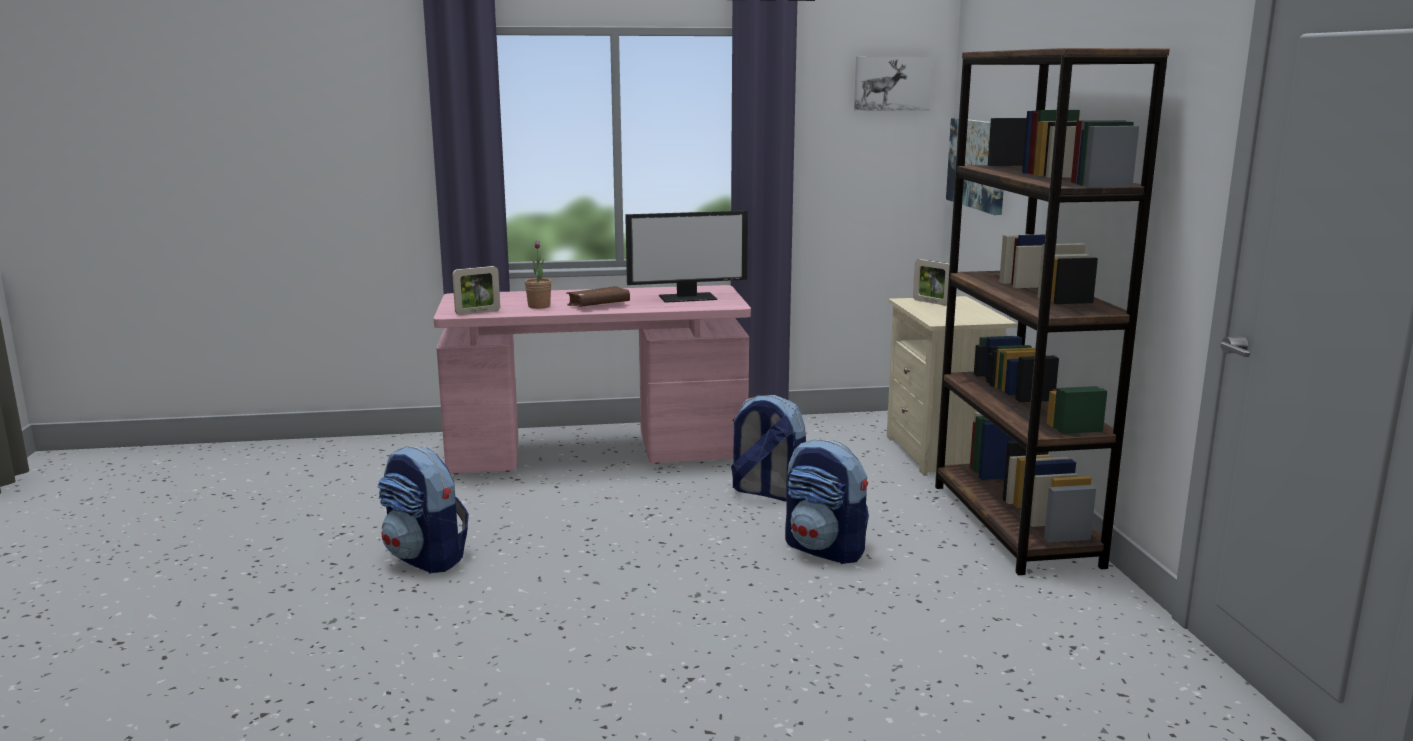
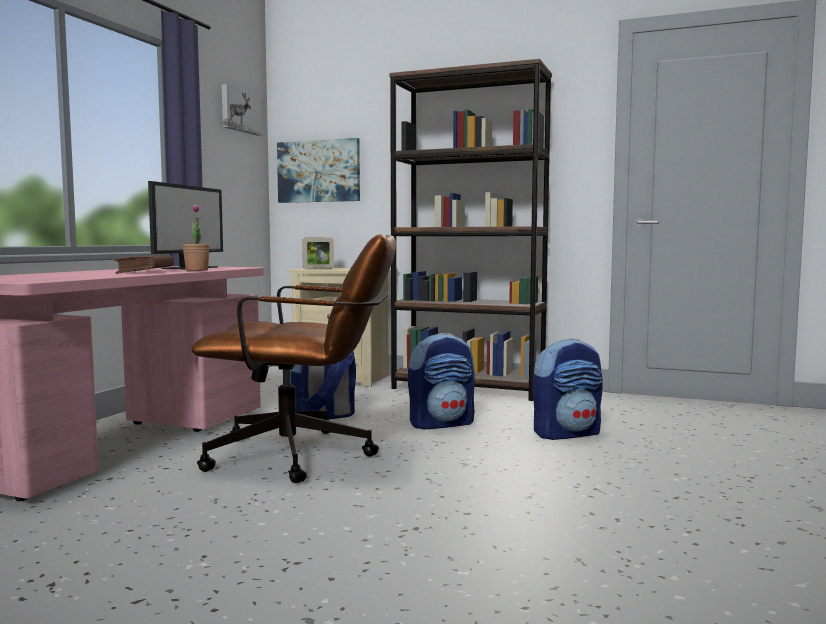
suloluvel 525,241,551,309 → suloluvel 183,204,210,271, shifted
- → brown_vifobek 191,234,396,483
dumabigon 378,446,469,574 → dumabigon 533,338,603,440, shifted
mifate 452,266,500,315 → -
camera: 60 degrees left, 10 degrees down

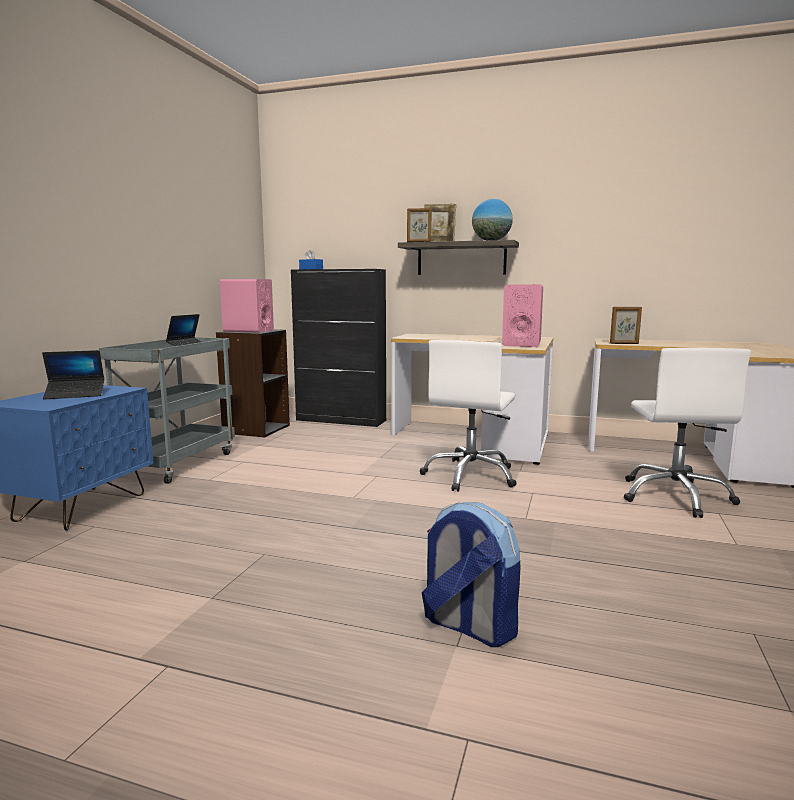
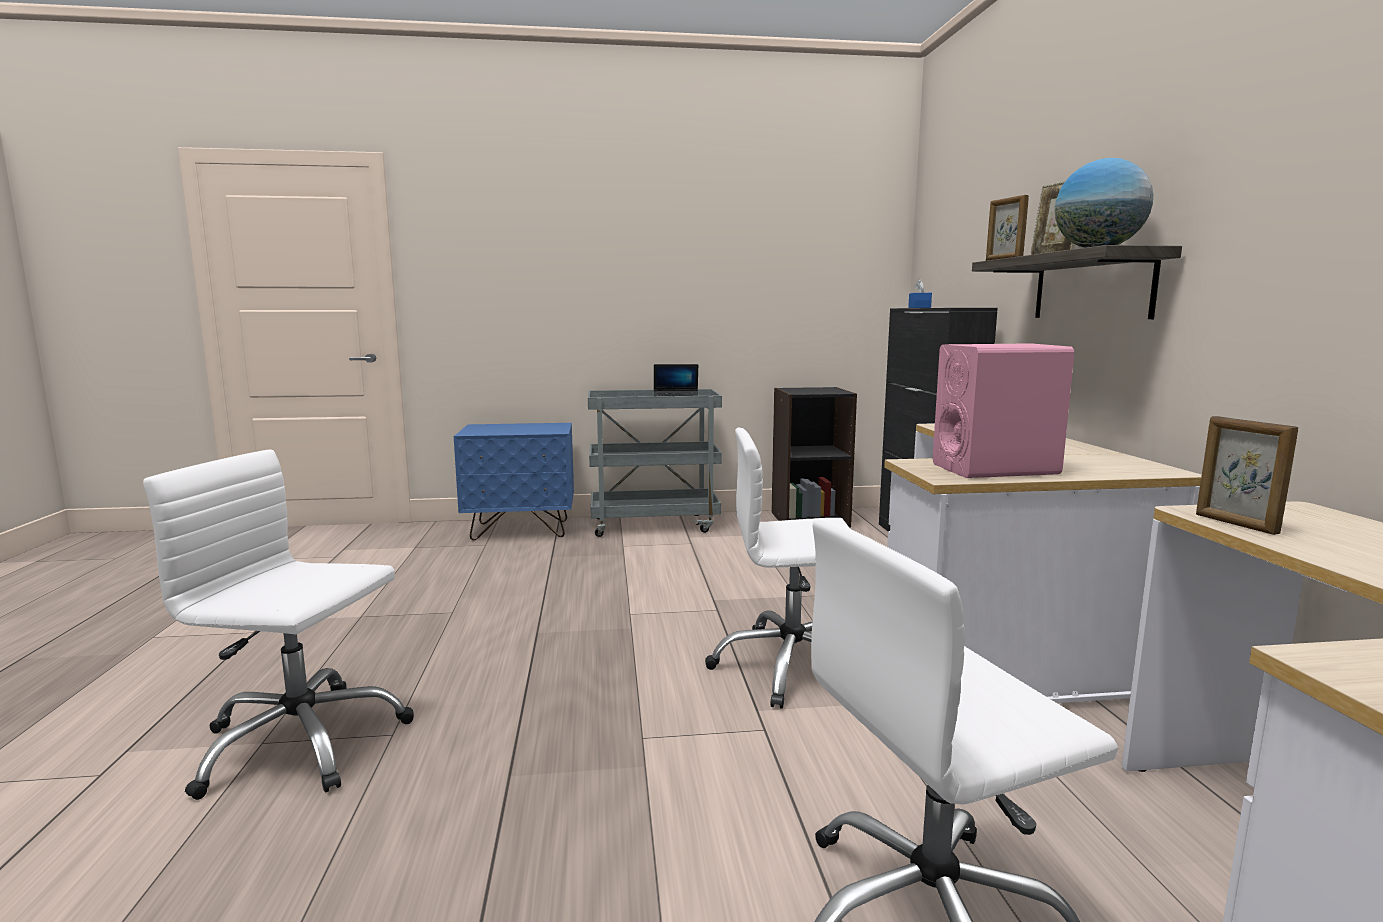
dumabigon 422,502,520,647 → white_vifobek 143,450,414,800
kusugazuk 42,350,104,399 → -
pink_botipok 219,279,274,332 → -
camera: 65 degrees right, 0 degrees up

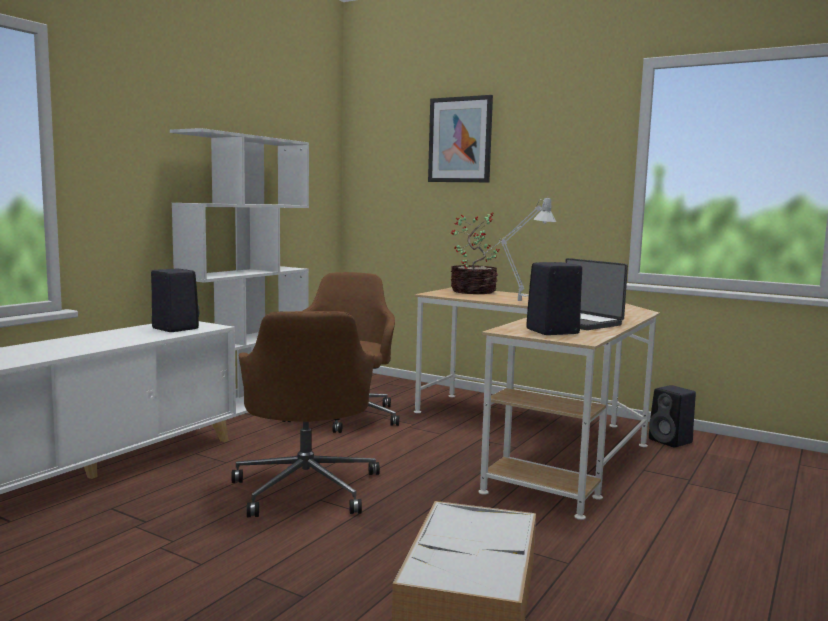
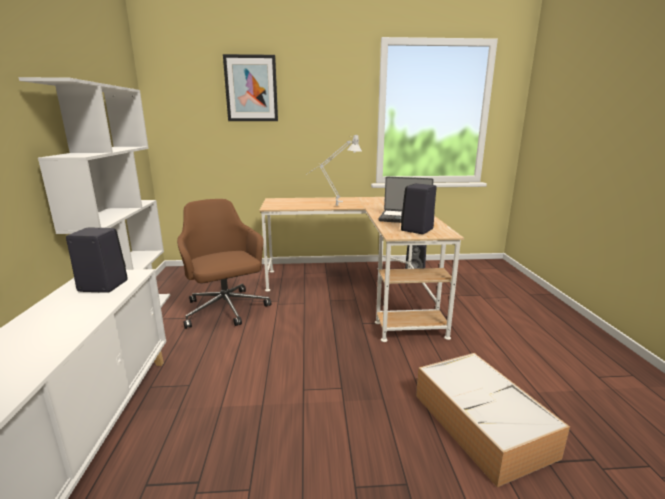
brown_vifobek 231,311,380,517 → -
suloluvel 450,212,500,294 → -
camera: 35 degrees left, 10 degrees up

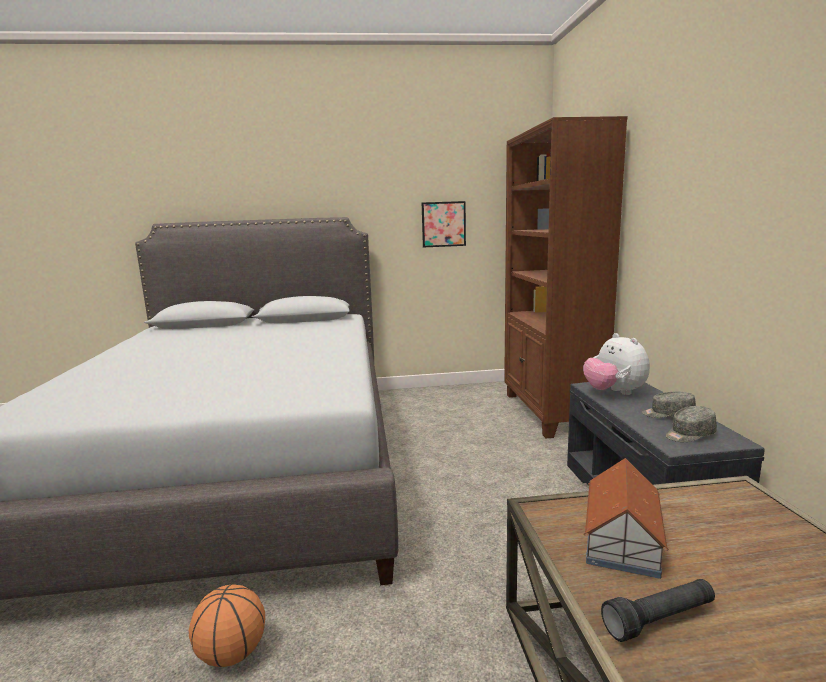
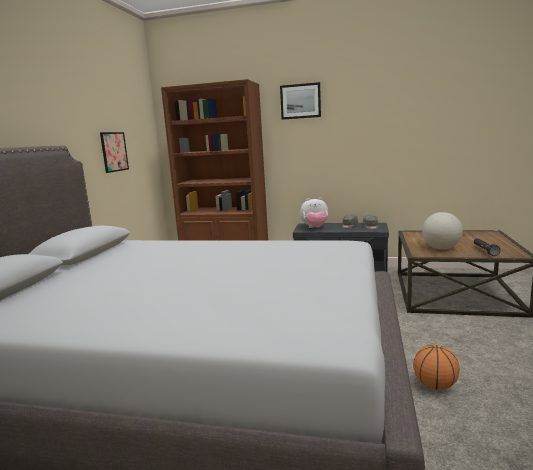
- → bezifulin 280,82,321,120
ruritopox 583,458,669,579 → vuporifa 422,212,463,250
camera: 70 degrees left, 0 degrees up

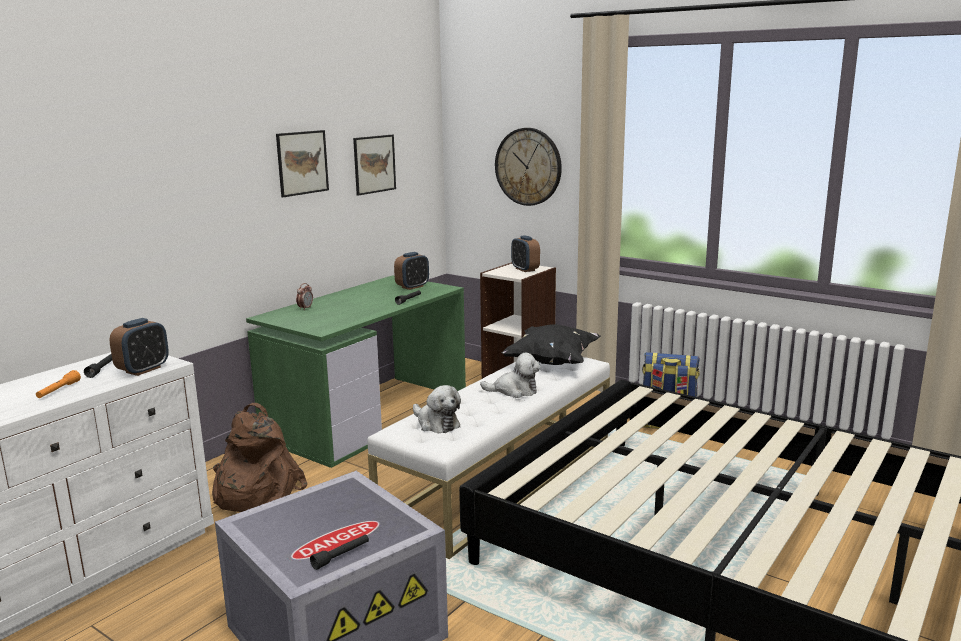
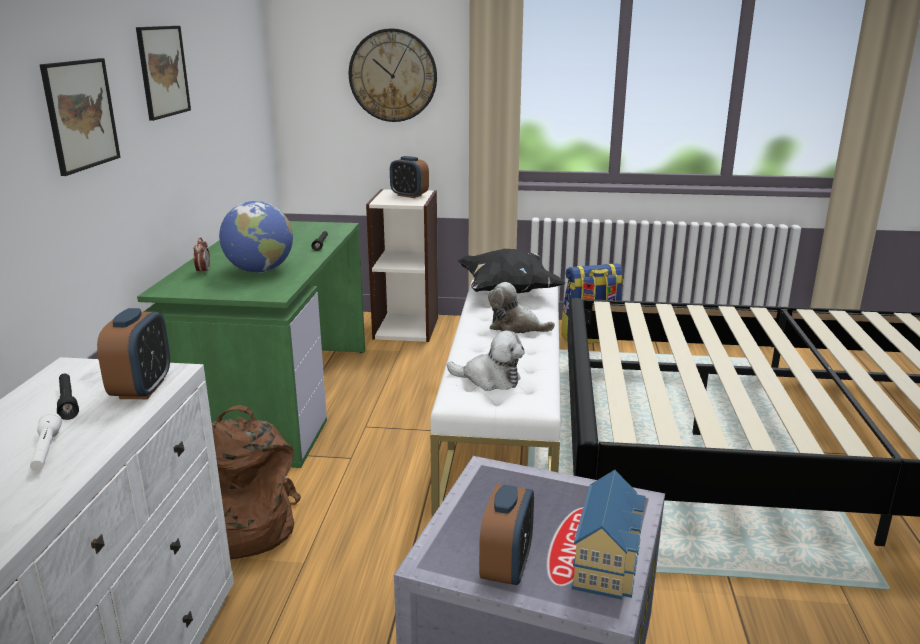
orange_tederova 36,370,81,398 → white_tederova 30,412,62,471
bezifulin 353,135,396,196 → bezifulin 40,58,120,176, shifted
- → vuporifa 219,201,293,273
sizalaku 394,252,429,290 → sizalaku 479,484,534,585, shifted
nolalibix 480,352,541,398 → nolalibix 488,282,555,333, 135 degrees counterclockwise
black_tederova 310,534,369,570 → ruritopox 572,470,645,600
camera: 30 degrees left, 5 degrees up

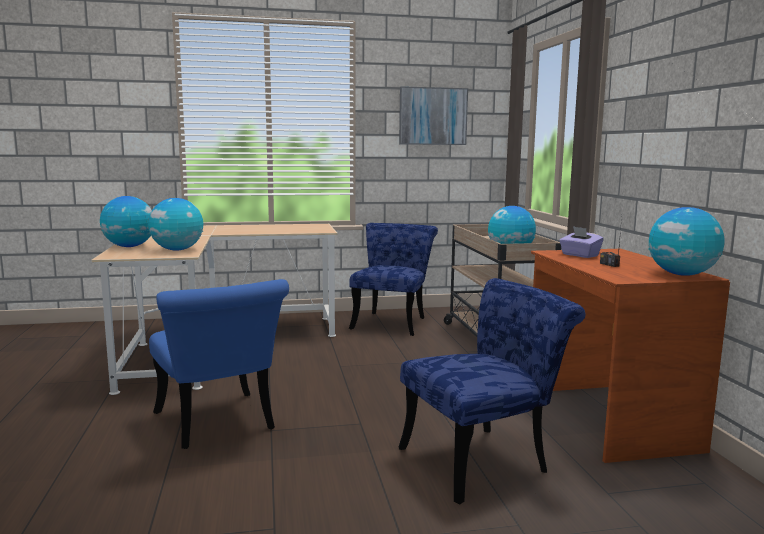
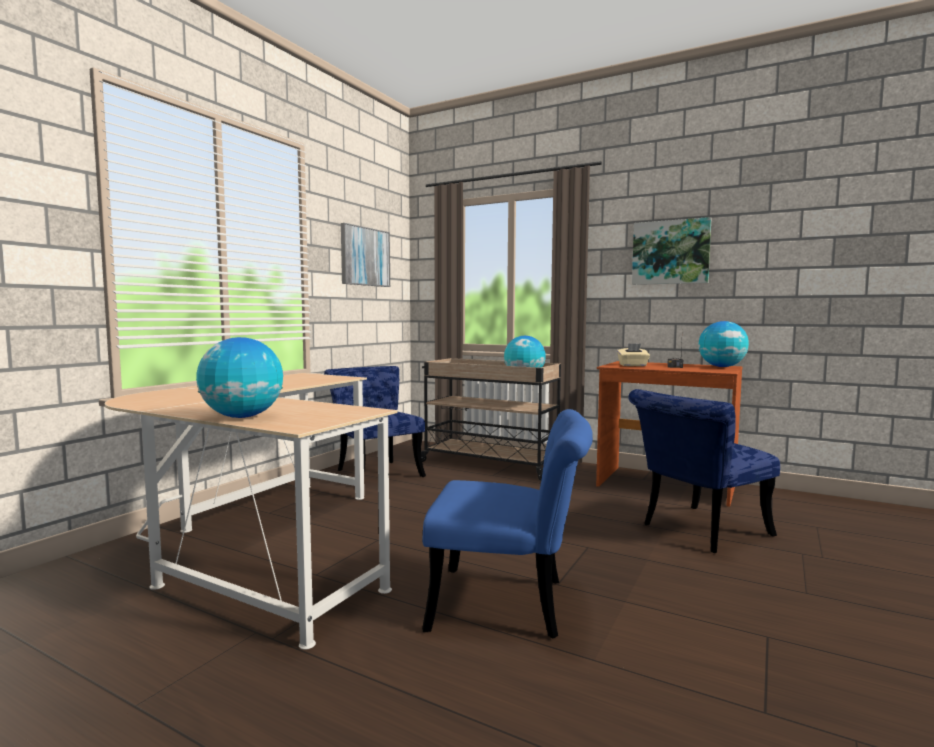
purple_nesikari 559,226,604,258 → beige_nesikari 617,343,650,366
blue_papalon 399,278,585,504 → blue_papalon 628,389,780,553, 135 degrees counterclockwise
- → bezifulin 632,217,711,285
vuporifa 148,198,203,251 → -
camera: 50 degrees left, 5 degrees down

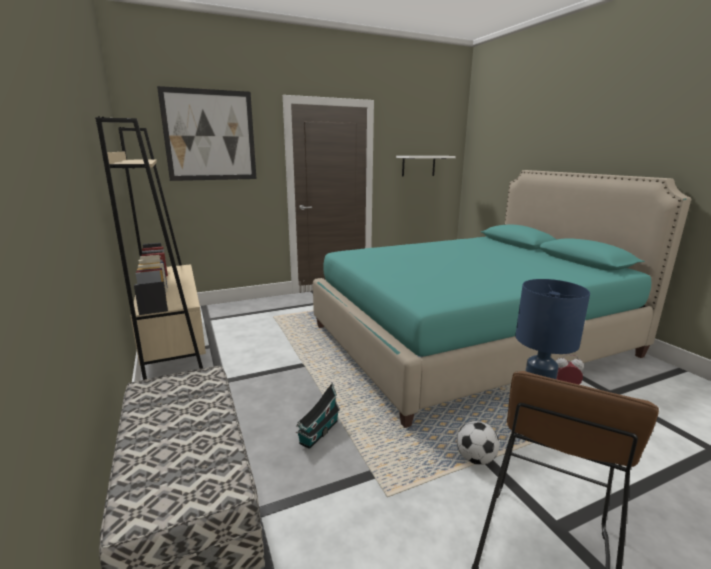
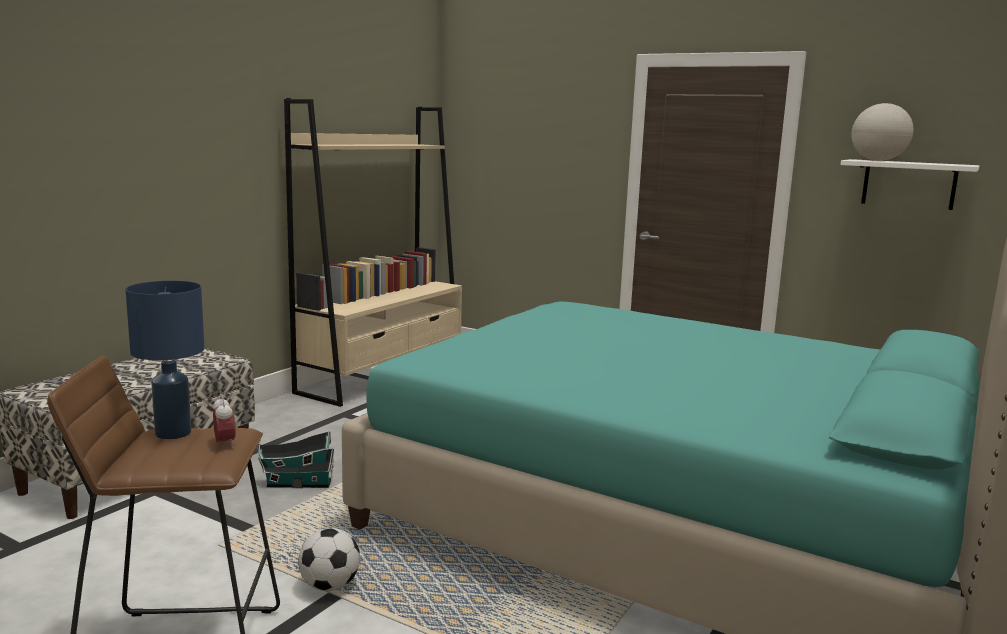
- → vuporifa 851,103,913,161
bezifulin 157,86,257,181 → -
camera: 55 degrees right, 5 degrees down

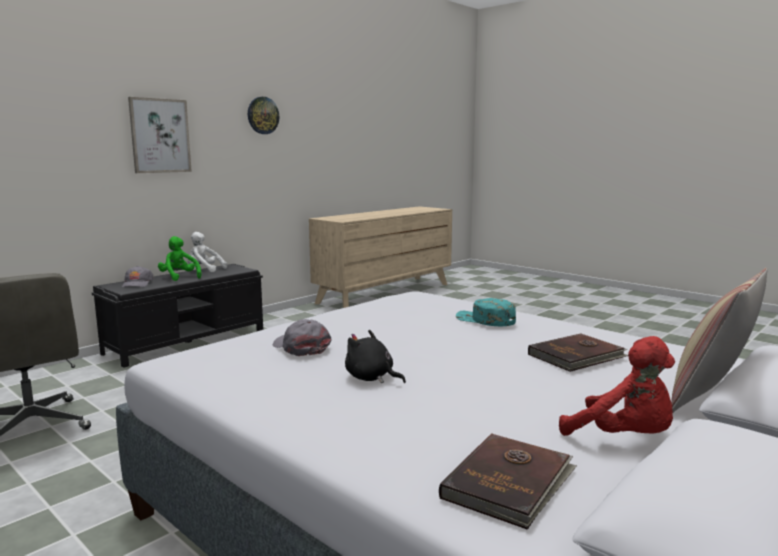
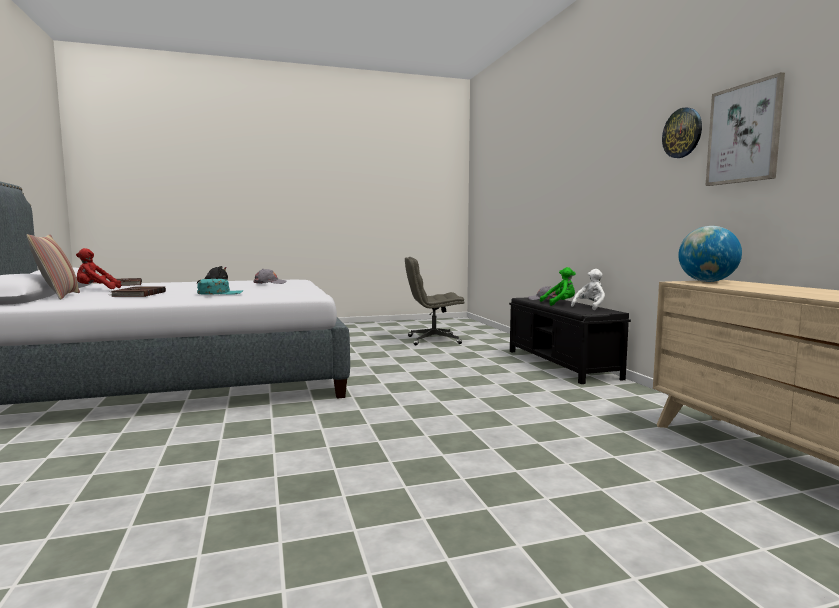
- → vuporifa 678,226,742,282
bezifulin 128,97,192,173 → bezifulin 706,72,785,186, shifted
camera: 120 degrees right, 5 degrees down

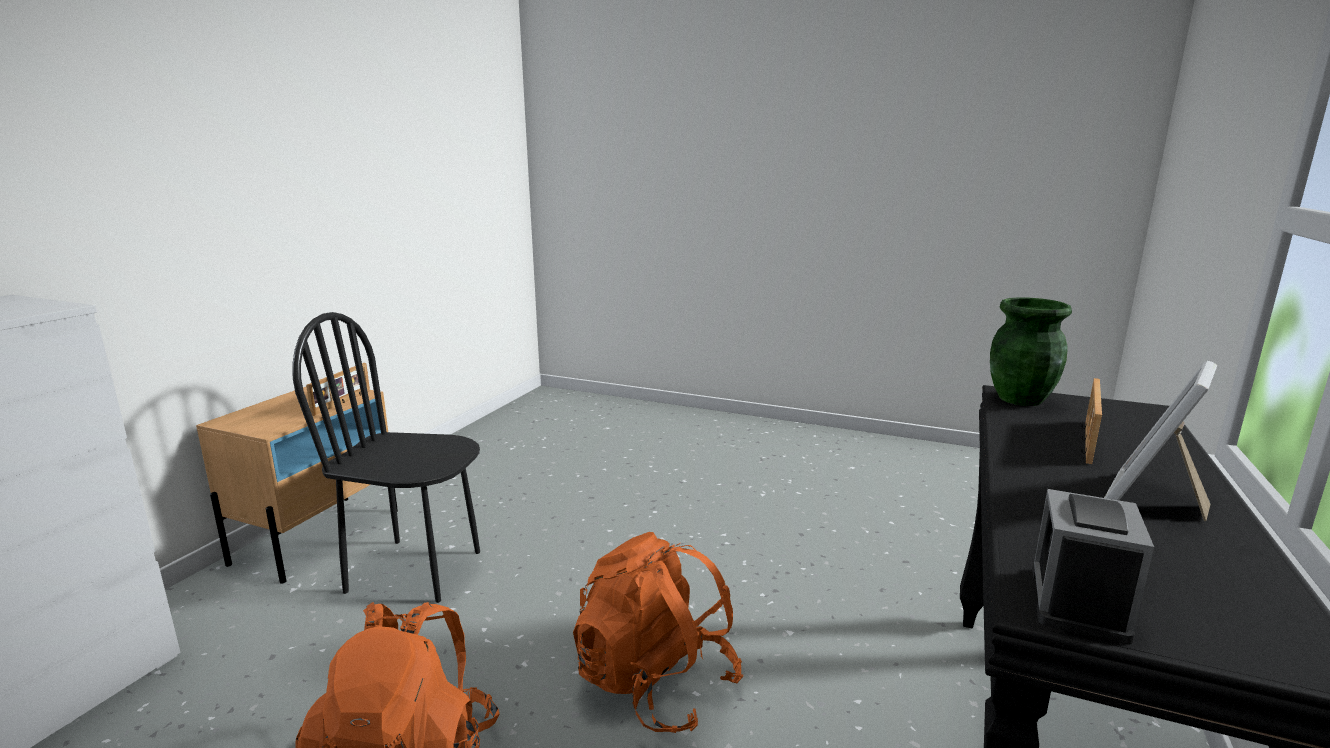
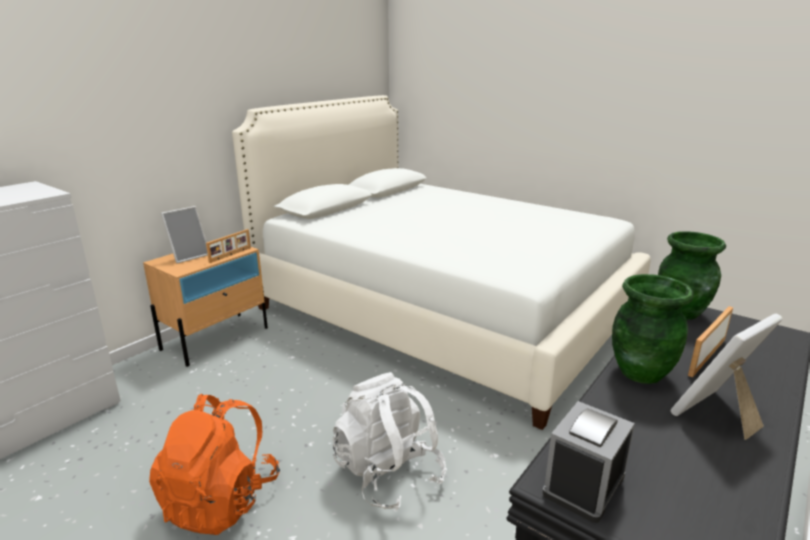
- → mifate 161,206,208,263
- → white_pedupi 232,95,651,430
orange_dumabigon 573,532,743,733 → white_dumabigon 332,372,447,510
- → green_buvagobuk 612,274,694,384
black_papalon 292,312,480,603 → -
camera: 15 degrees right, 5 degrees up

